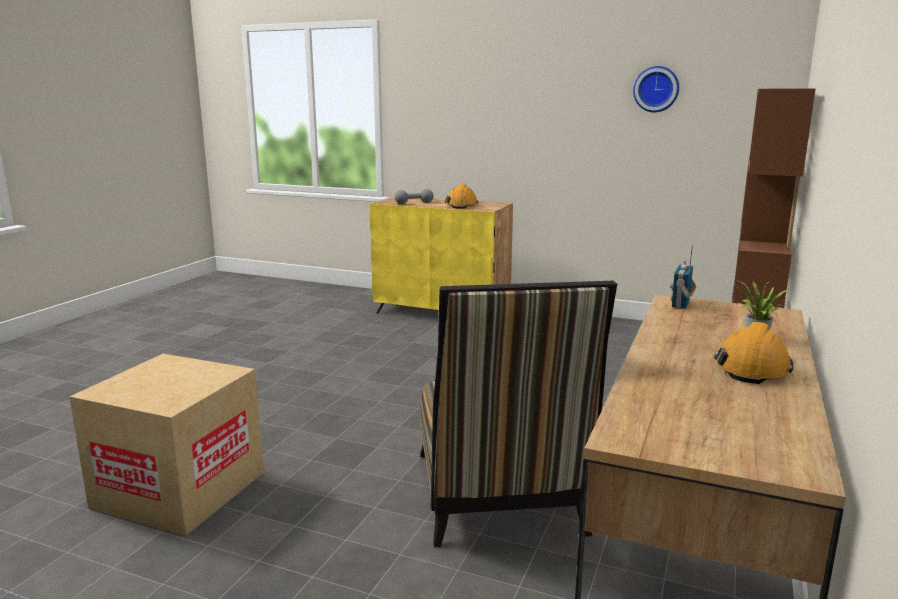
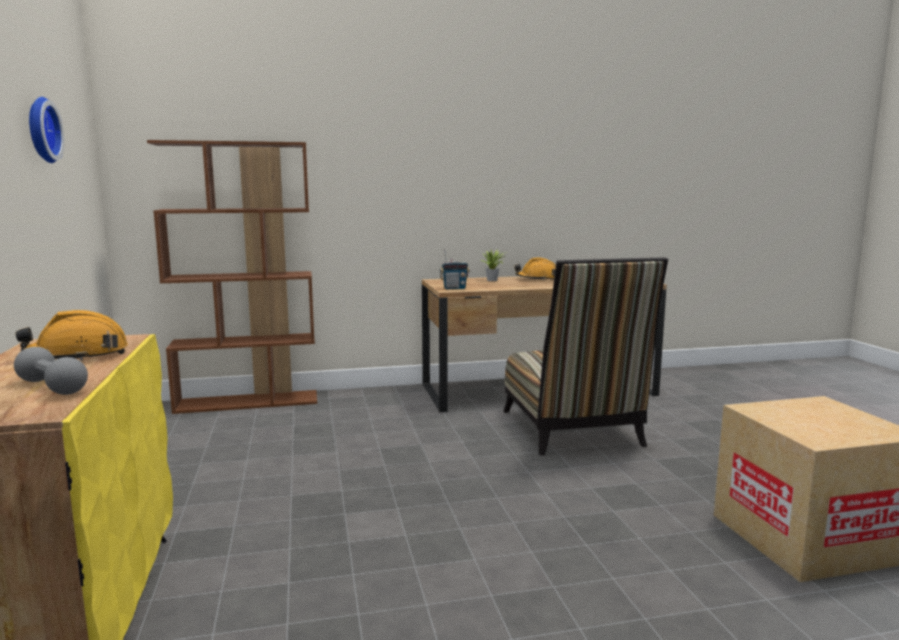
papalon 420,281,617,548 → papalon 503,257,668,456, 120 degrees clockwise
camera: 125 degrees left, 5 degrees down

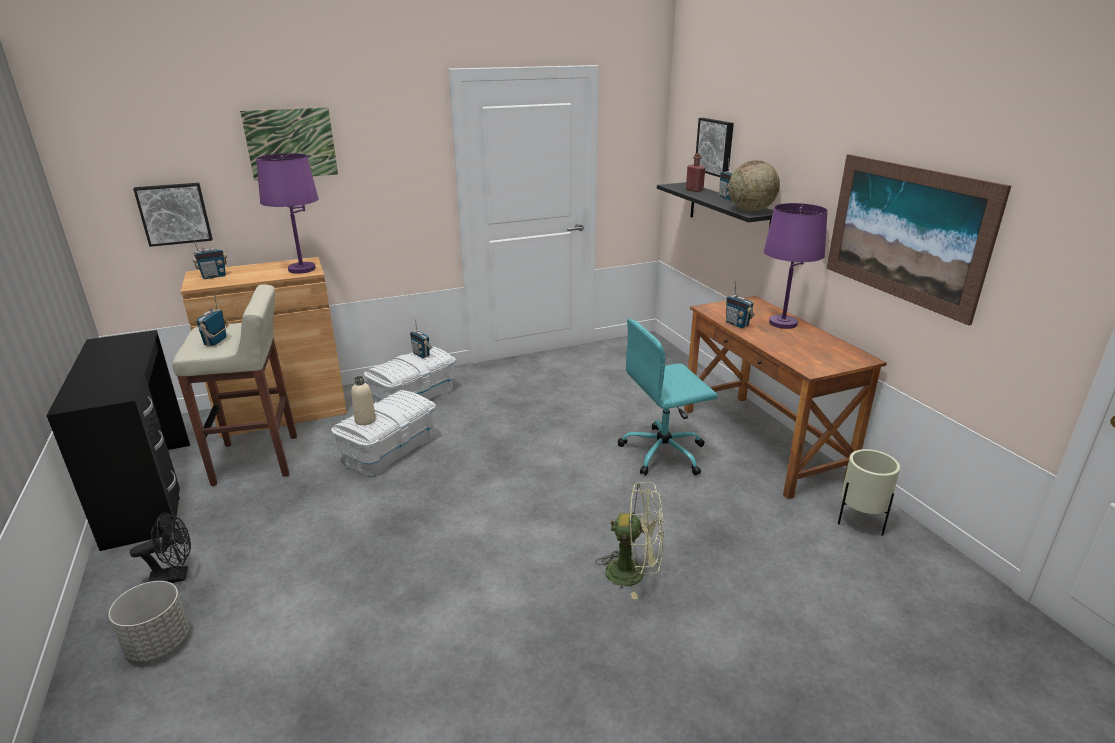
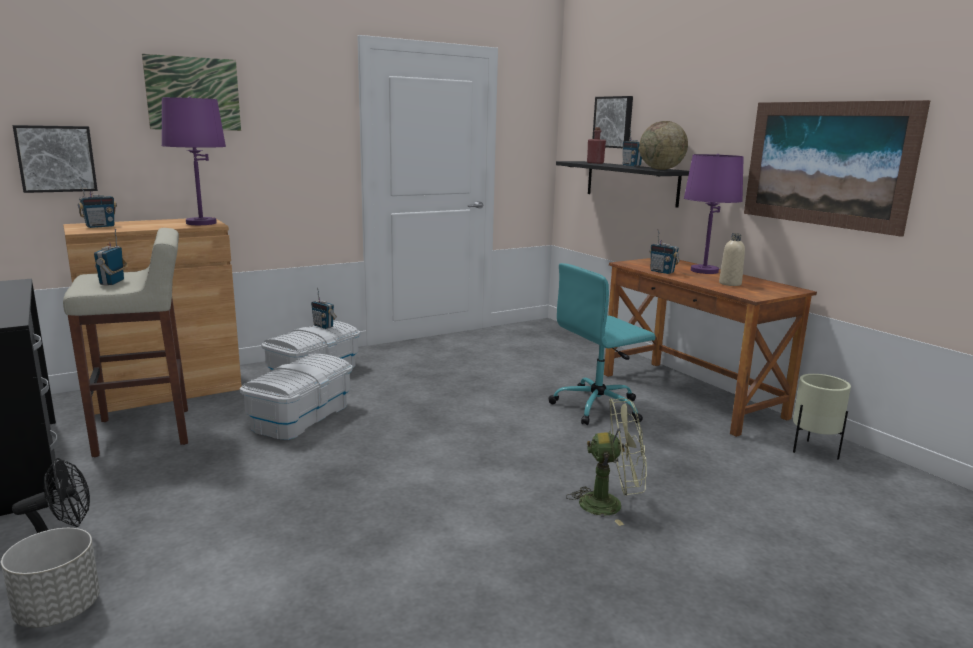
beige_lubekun 351,376,376,425 → beige_lubekun 719,233,745,286, shifted
camera: 10 degrees left, 10 degrees down

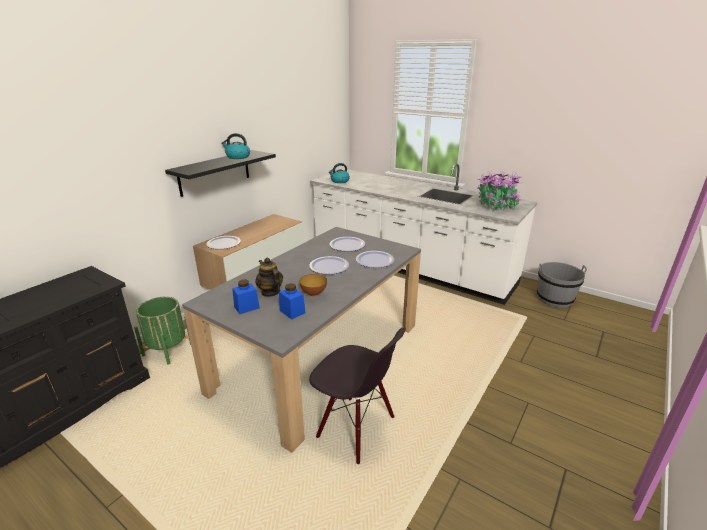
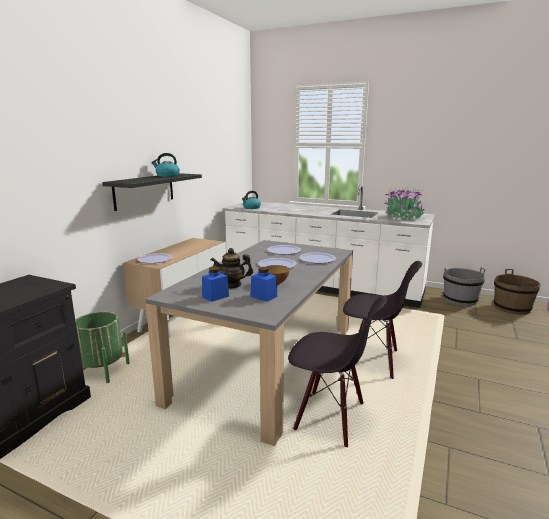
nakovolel 255,258,283,297 → nakovolel 211,248,253,288, 45 degrees counterclockwise
- → black_papalon 343,261,422,379
- → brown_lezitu 494,269,541,315
camera: 10 degrees left, 10 degrees down

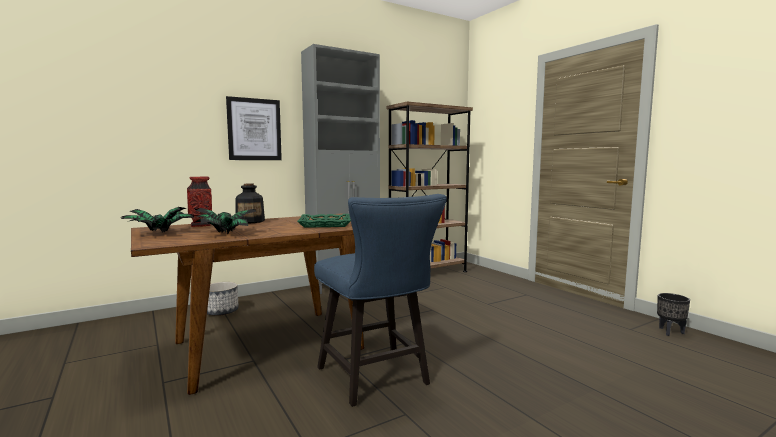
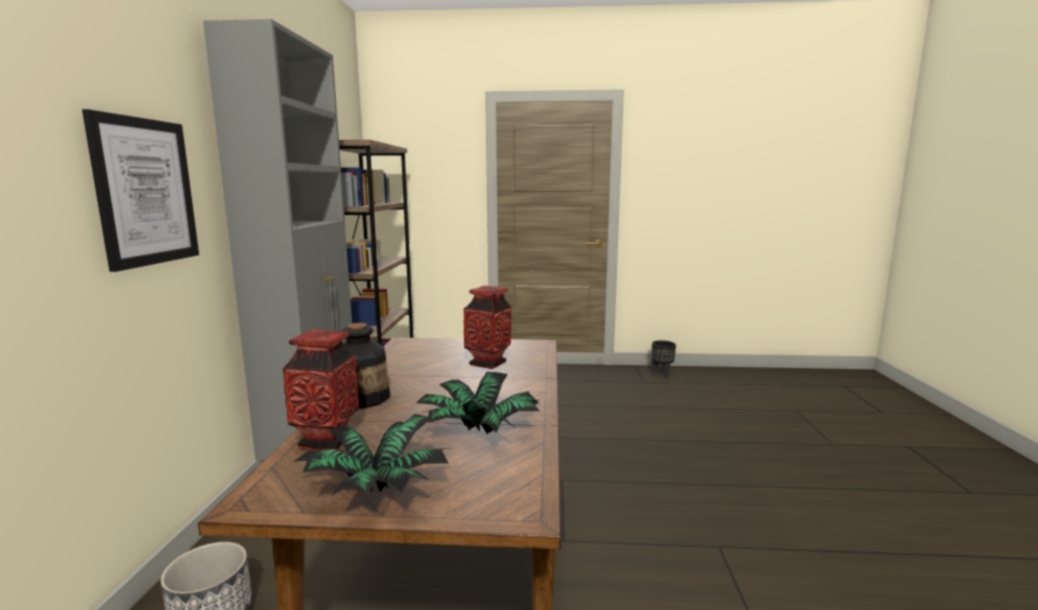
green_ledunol 297,214,351,228 → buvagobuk 464,285,511,369
blue_papalon 314,194,447,407 → -
camera: 55 degrees left, 5 degrees up

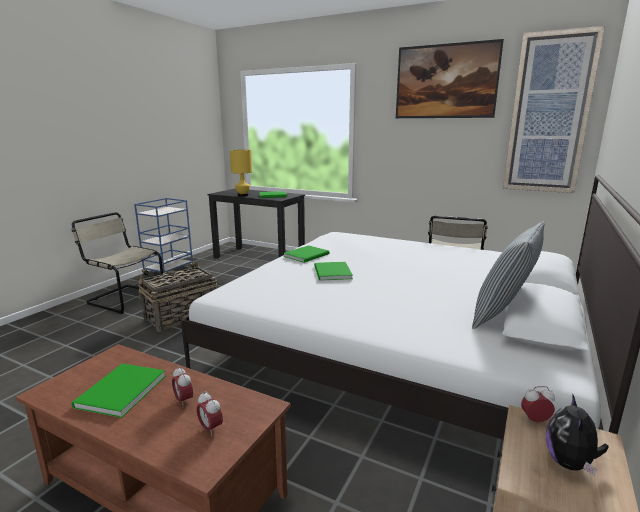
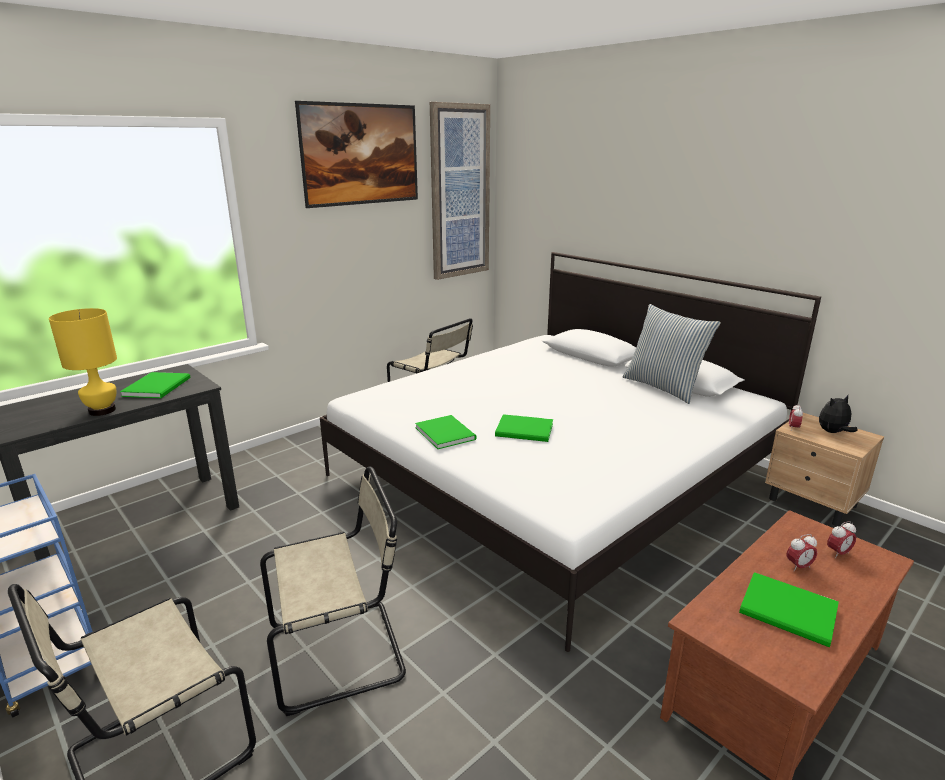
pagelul 138,262,217,332 → beige_papalon 260,466,406,716
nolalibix 546,393,609,476 → nolalibix 819,395,858,433, 120 degrees clockwise
camera: 70 degrees left, 5 degrees up

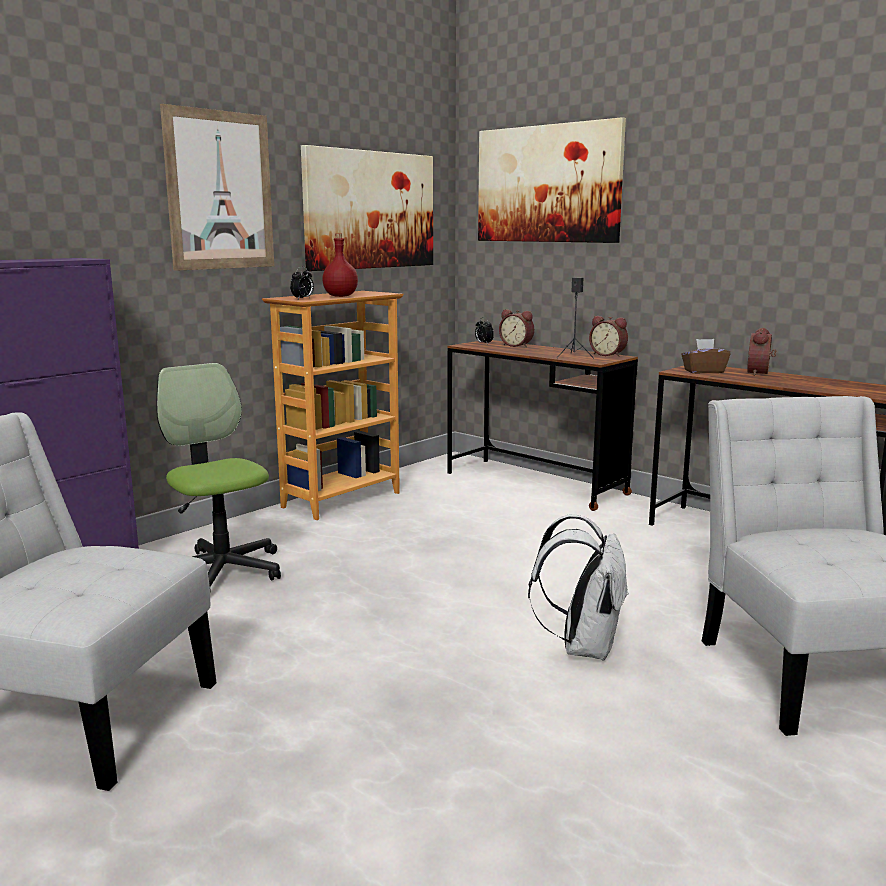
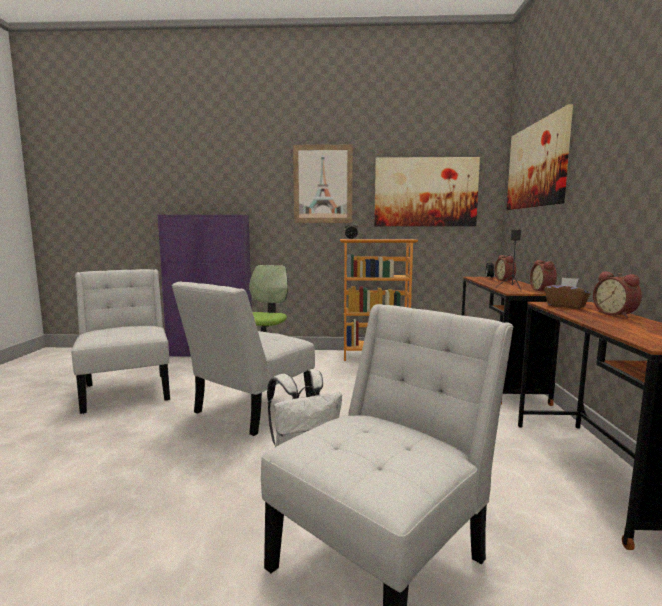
- → white_papalon 172,282,315,436
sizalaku 747,328,776,376 → sizalaku 593,271,642,318, 90 degrees counterclockwise
red_lubekun 322,233,358,297 → -
camera: 50 degrees right, 5 degrees down

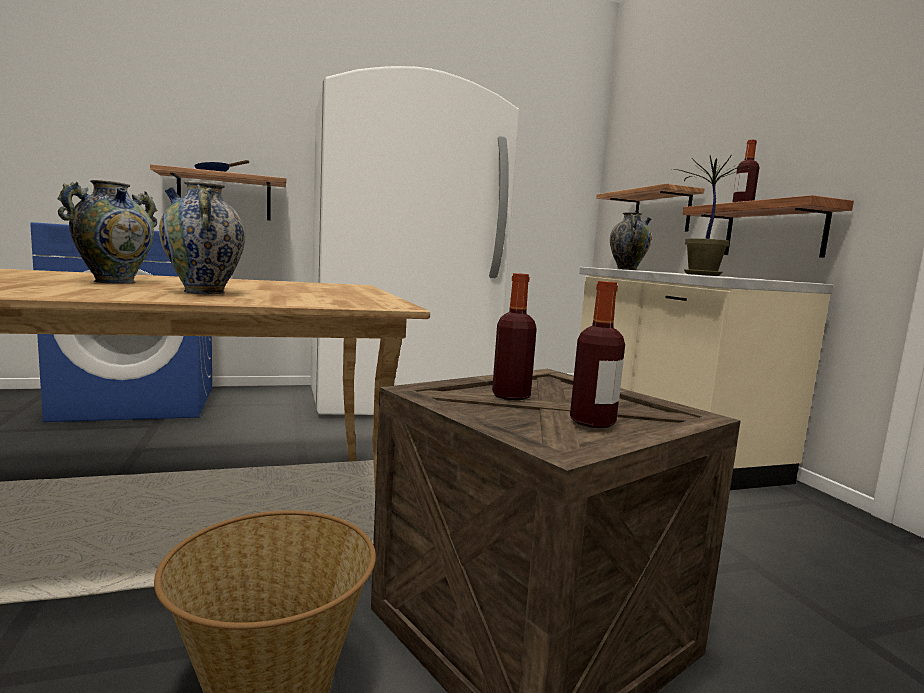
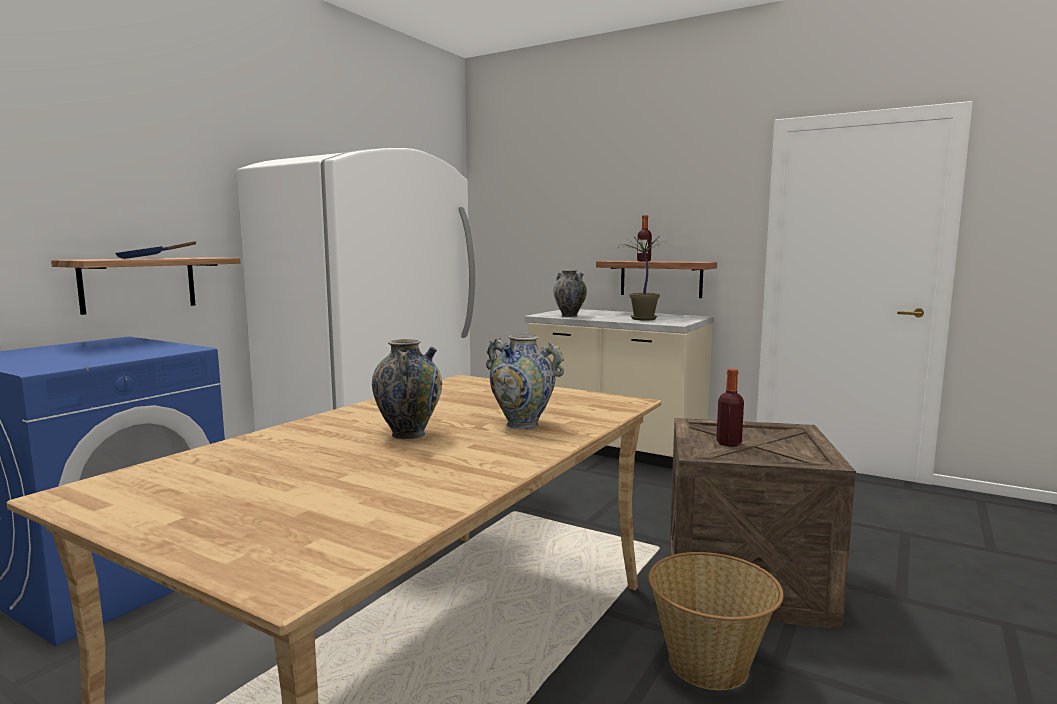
lubekun 570,281,625,428 → -
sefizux 596,184,704,232 → -
camera: 40 degrees left, 0 degrees up

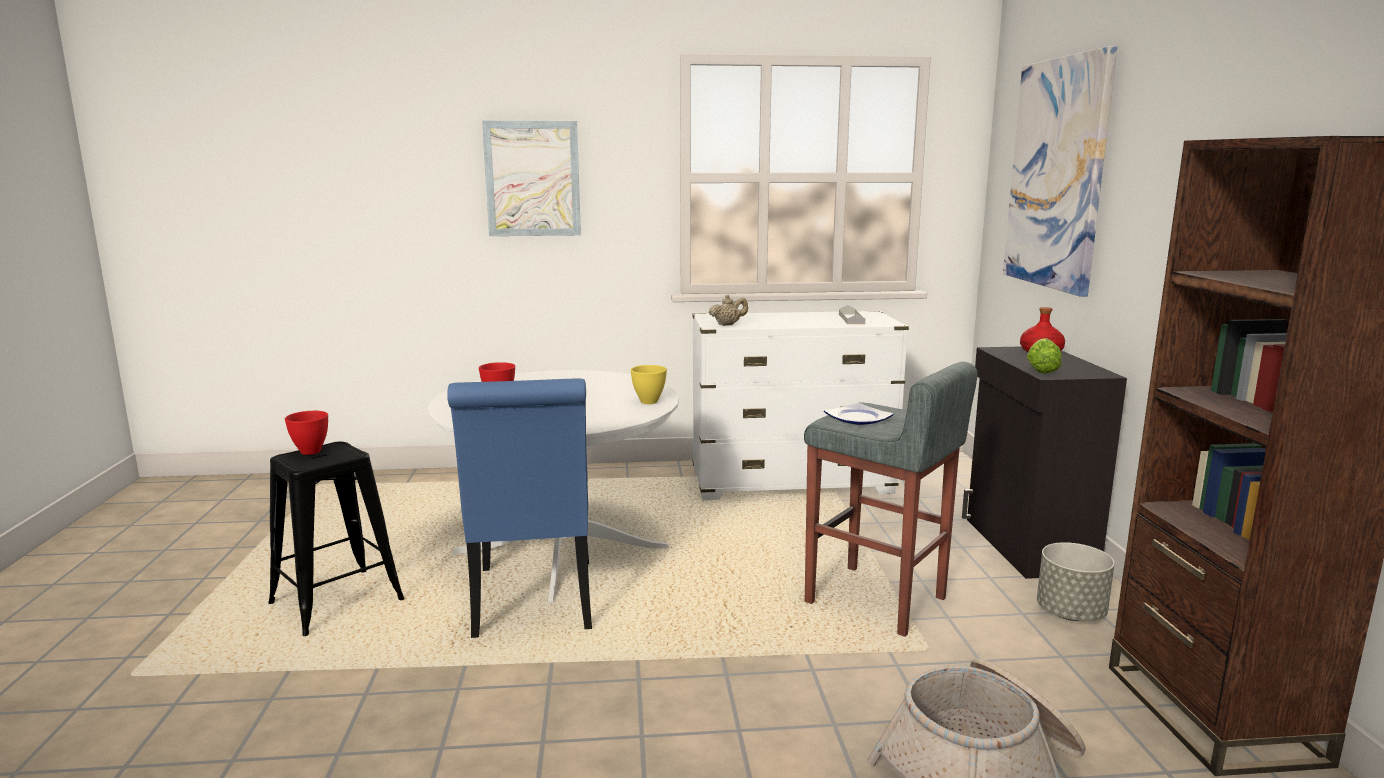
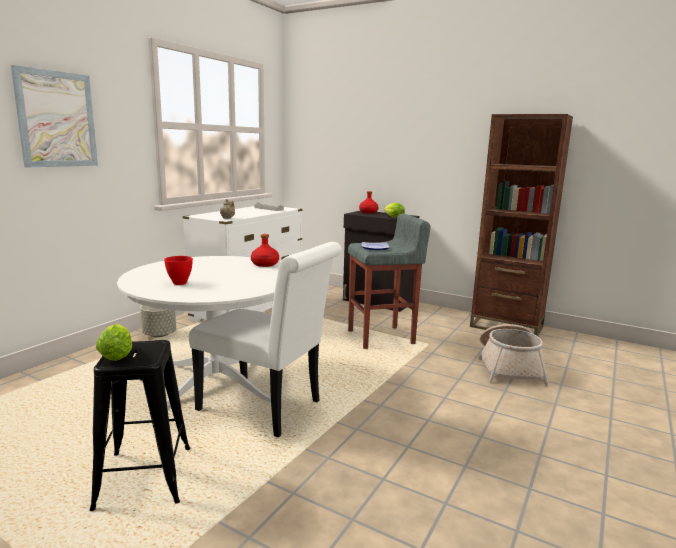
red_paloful 285,411,328,455 → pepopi 96,324,132,361
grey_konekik 1037,542,1115,621 → grey_konekik 140,305,176,337, shifted
blue_papalon 447,378,592,638 → white_papalon 189,242,342,437
yellow_paloful 631,365,667,404 → red_lubekun 251,234,279,267
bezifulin 1003,46,1117,297 → -
camera: 55 degrees left, 0 degrees up

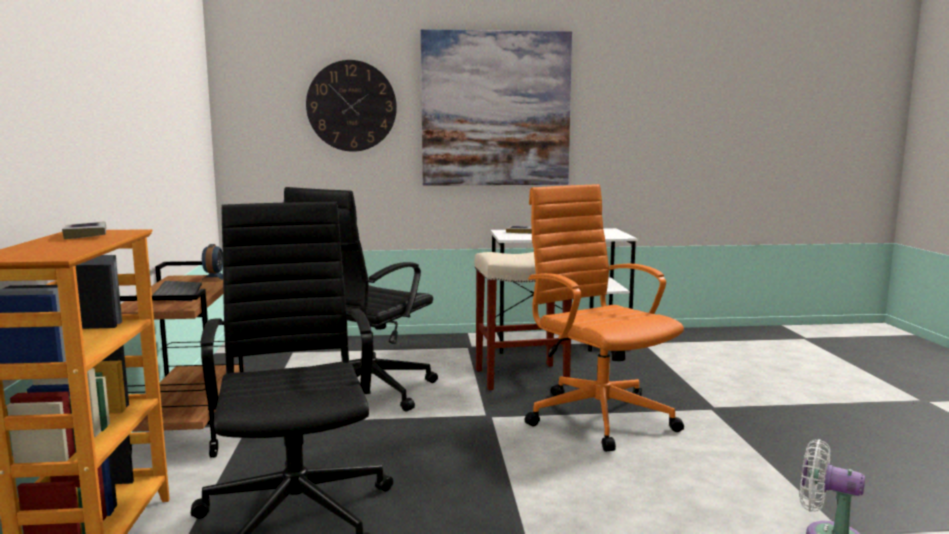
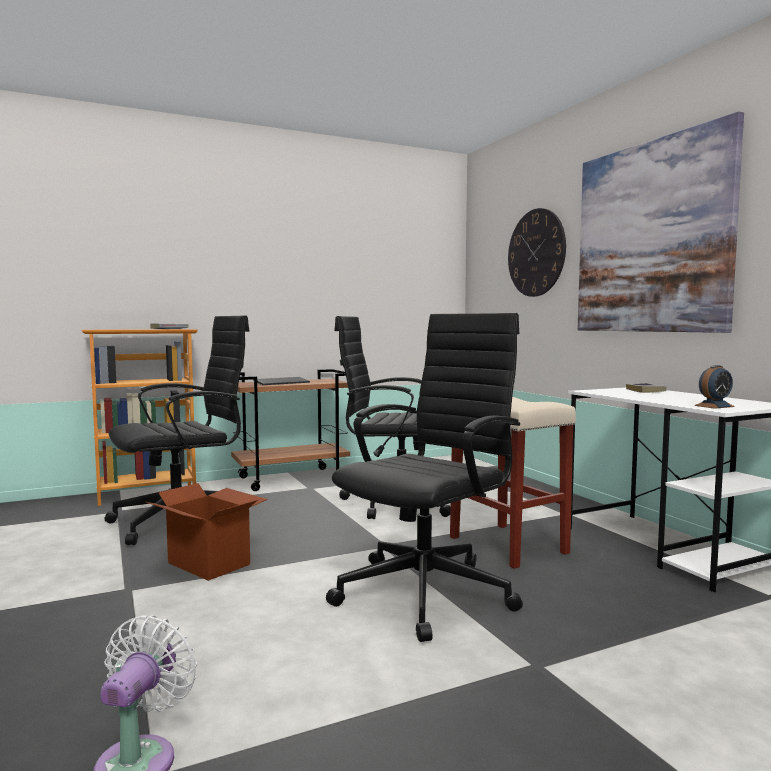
- → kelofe 146,483,268,581
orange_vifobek 525,184,684,452 → black_vifobek 326,313,523,642
sizalaku 200,244,223,282 → sizalaku 694,365,735,409, shifted
camera: 70 degrees right, 5 degrees down

